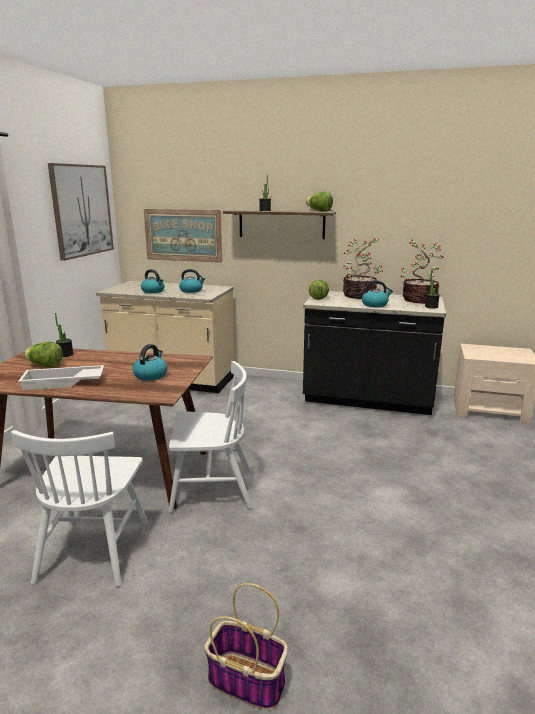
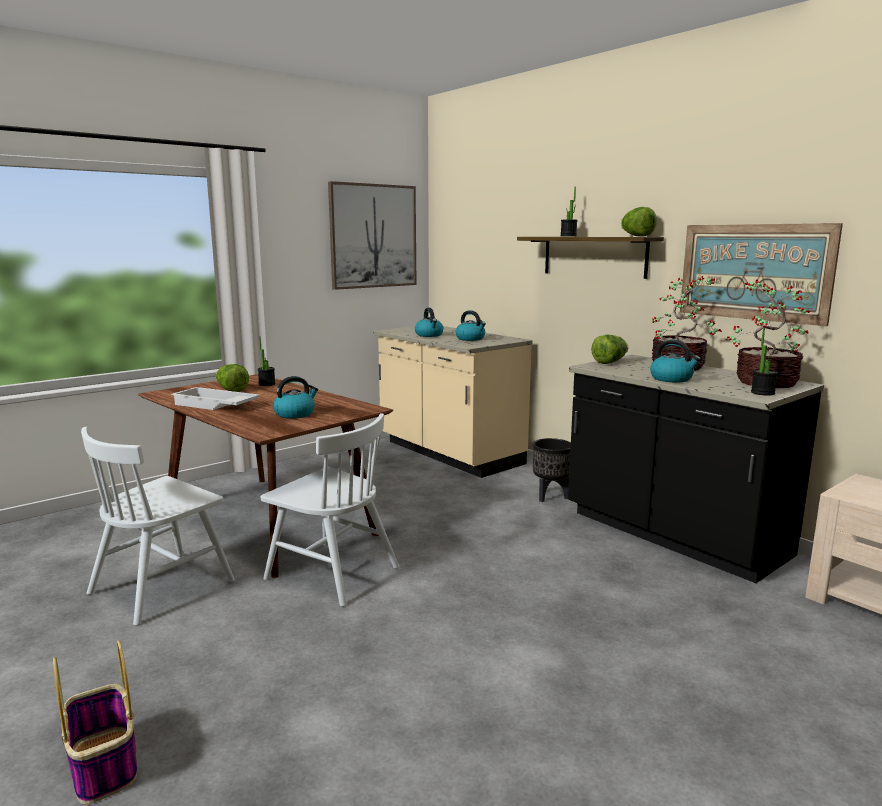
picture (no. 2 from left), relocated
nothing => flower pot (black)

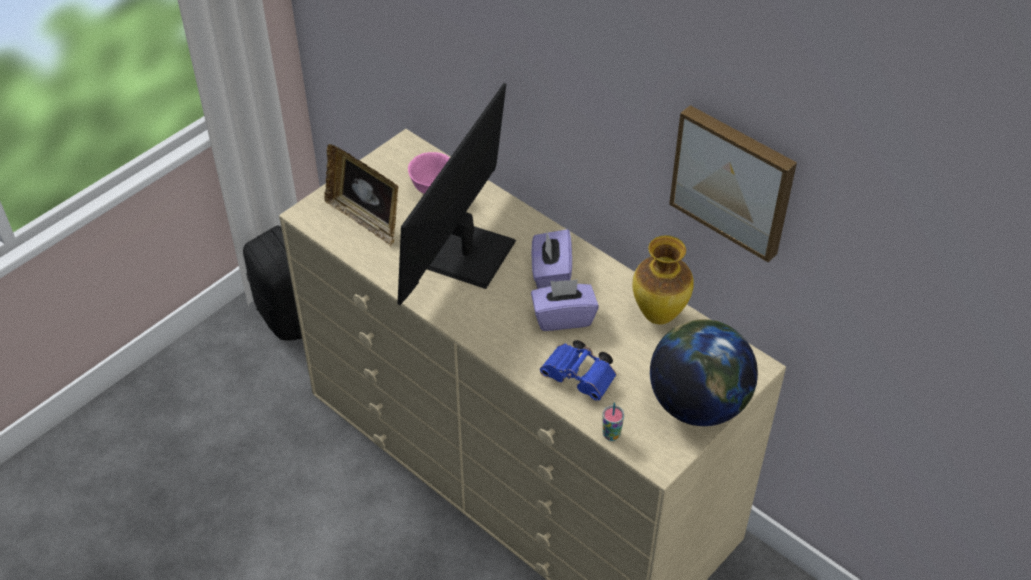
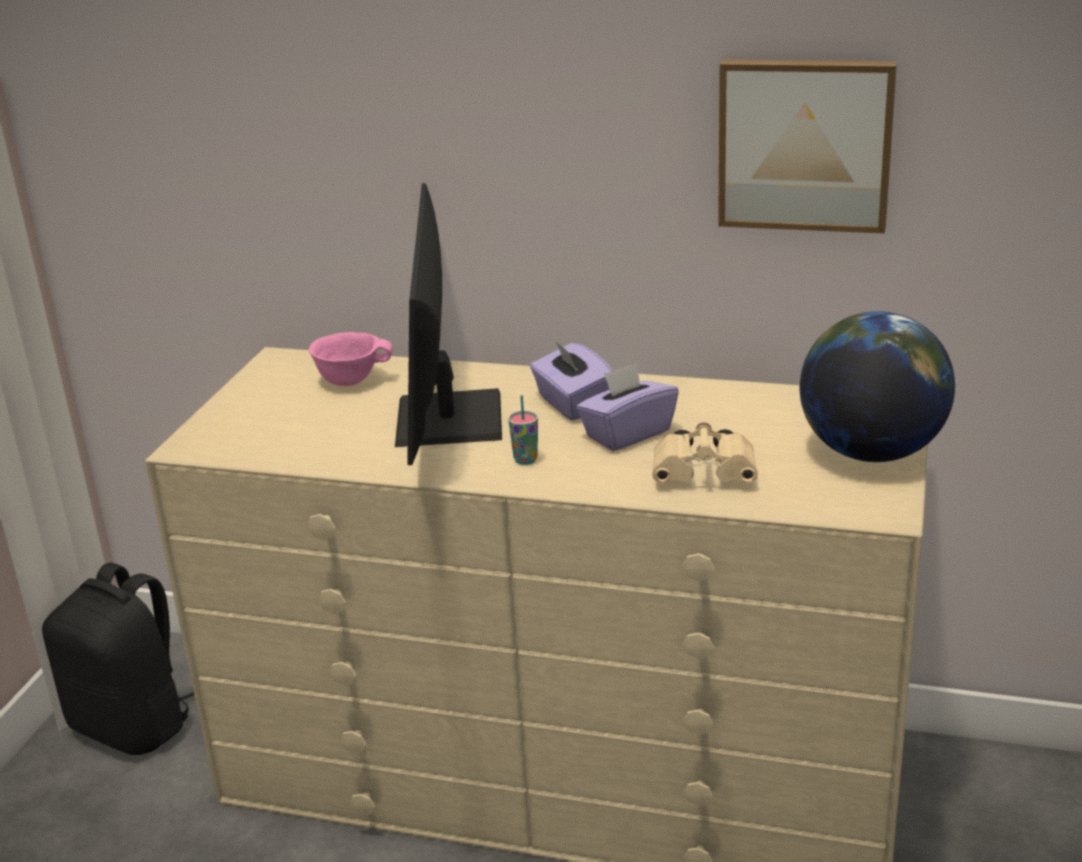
picture frame => nothing
binoculars (bluish) => binoculars (sand-coloured)
cup, relocated
vase => nothing

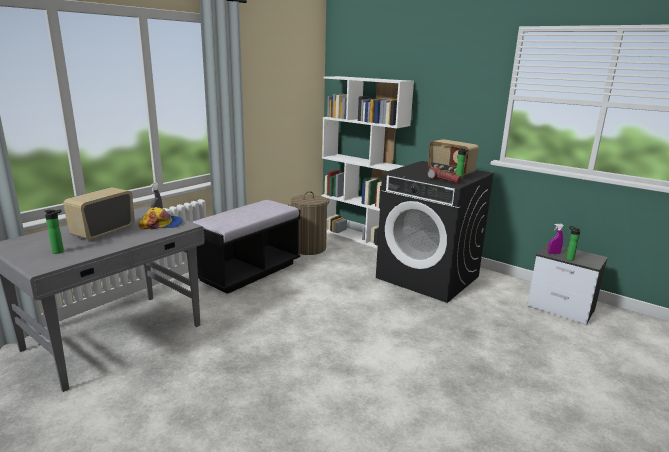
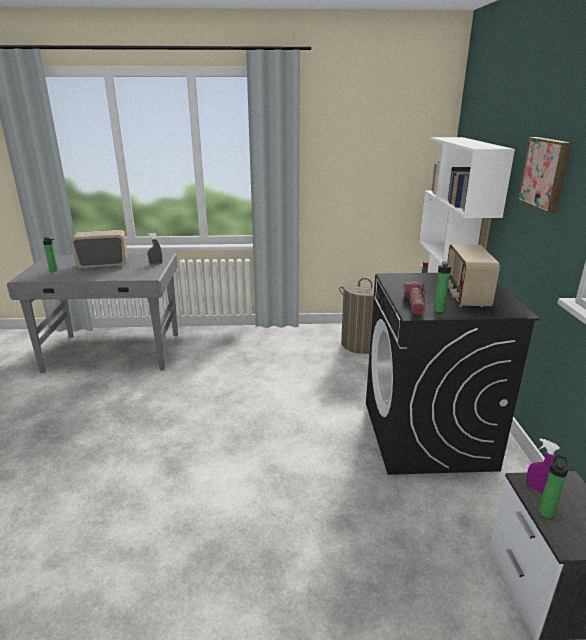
baseball cap => nothing
bench (black) => nothing
nothing => picture

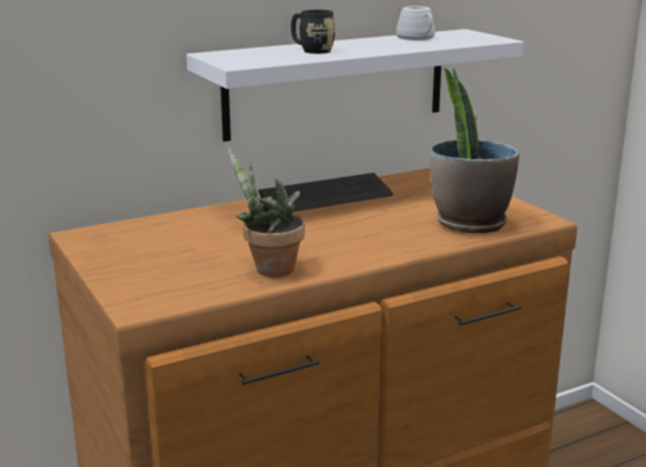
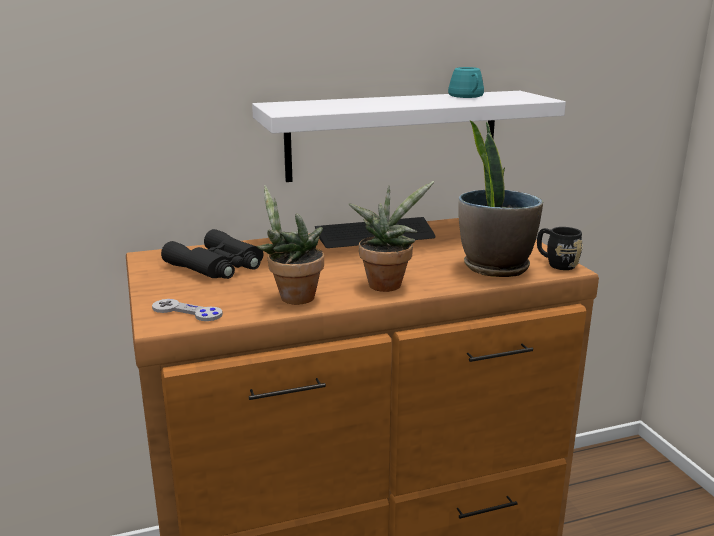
tea mug (black), relocated
tea mug (whitish) => tea mug (blue-green)
nothing => game controller (grey)
nothing => binoculars (black)
nothing => potted plant (no. 2 from left)

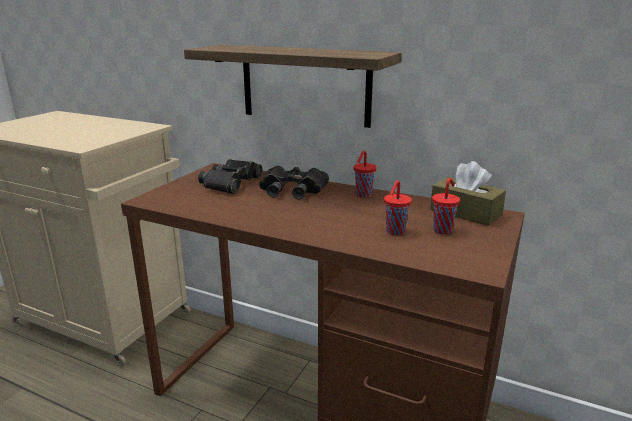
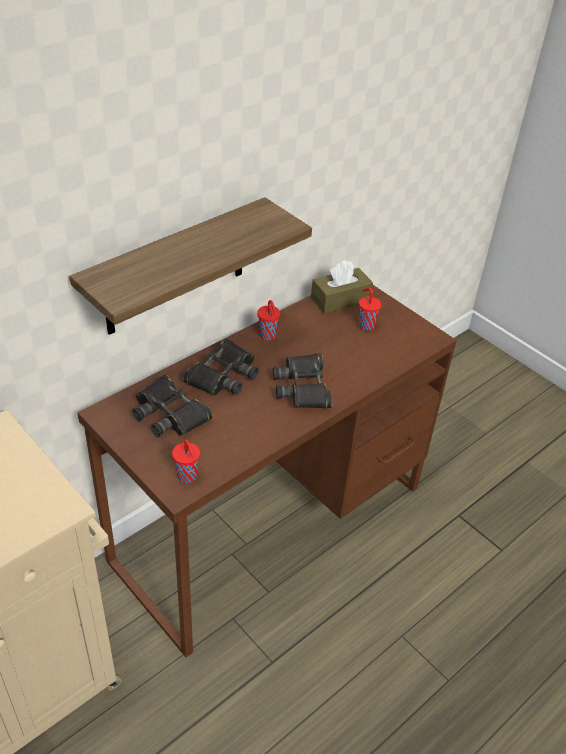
cup (red-coloured) (no. 2 from left in the first image) => cup (red-coloured) (no. 1 from left), relocated
nothing => binoculars (black) (no. 3 from left)

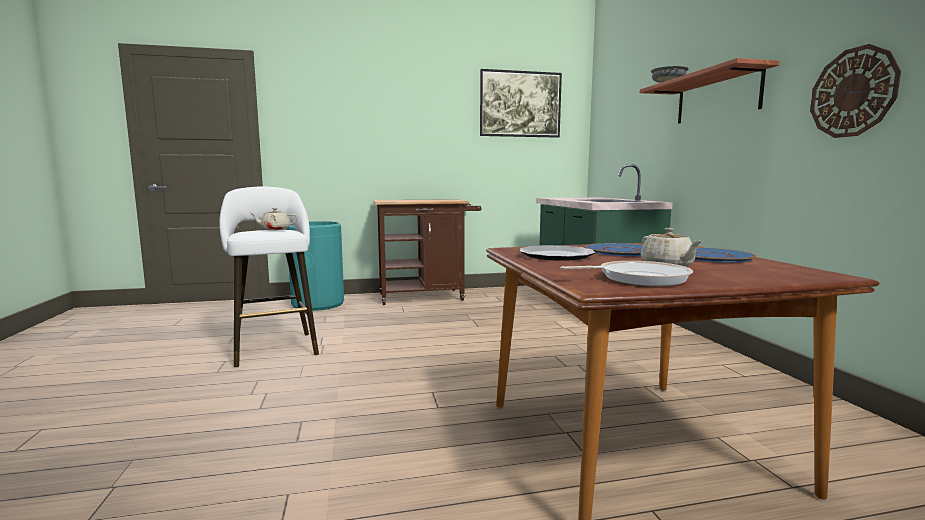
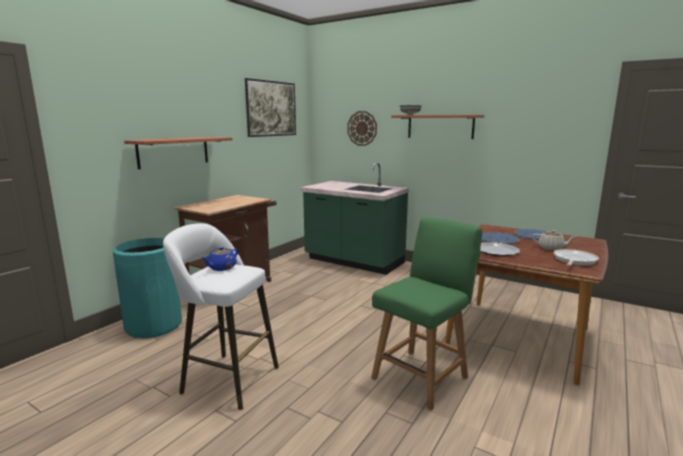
pot for tea (sand-coloured) (no. 1 from left) => pot for tea (bluish)
clock on the wall, relocated
nothing => shelf (no. 1 from left)
nothing => plain chair (greenish)

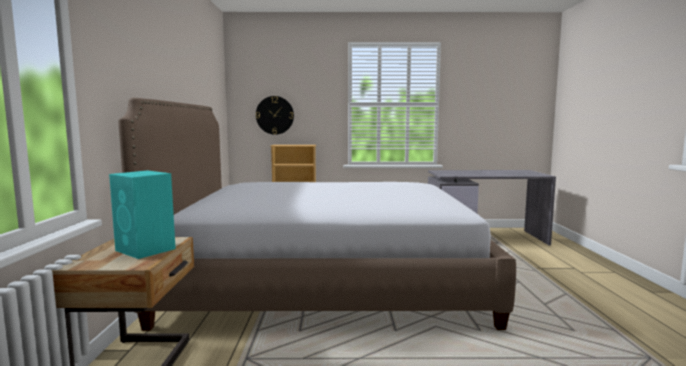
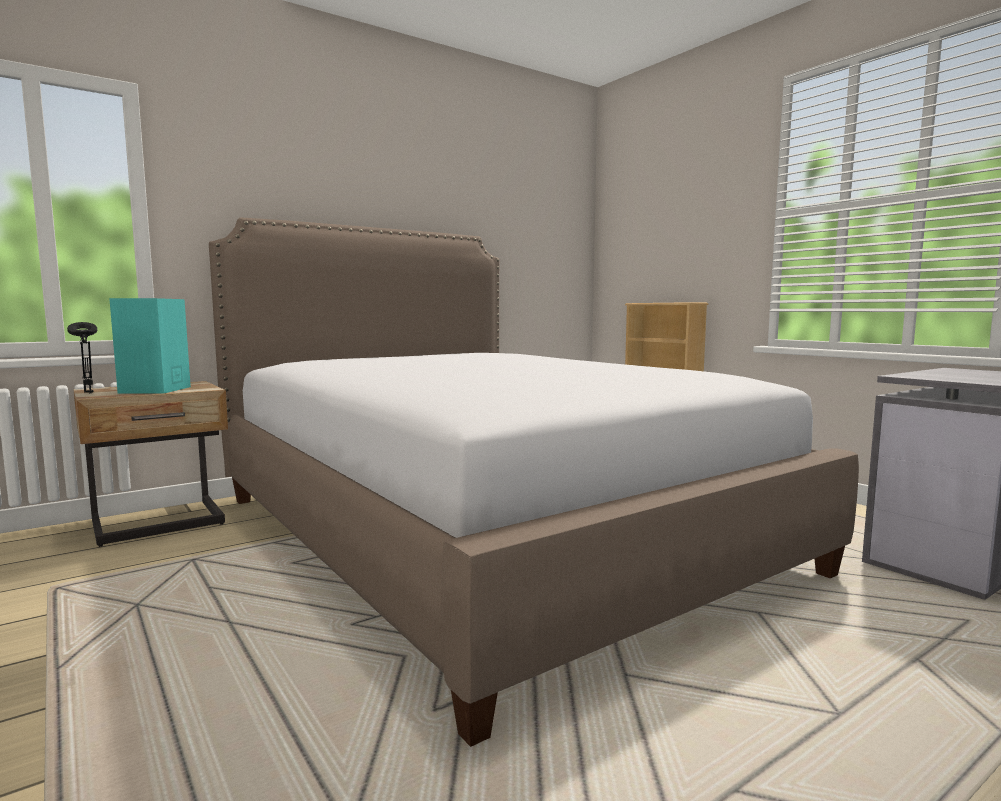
clock on the wall => nothing
nothing => lamp for a table (black)

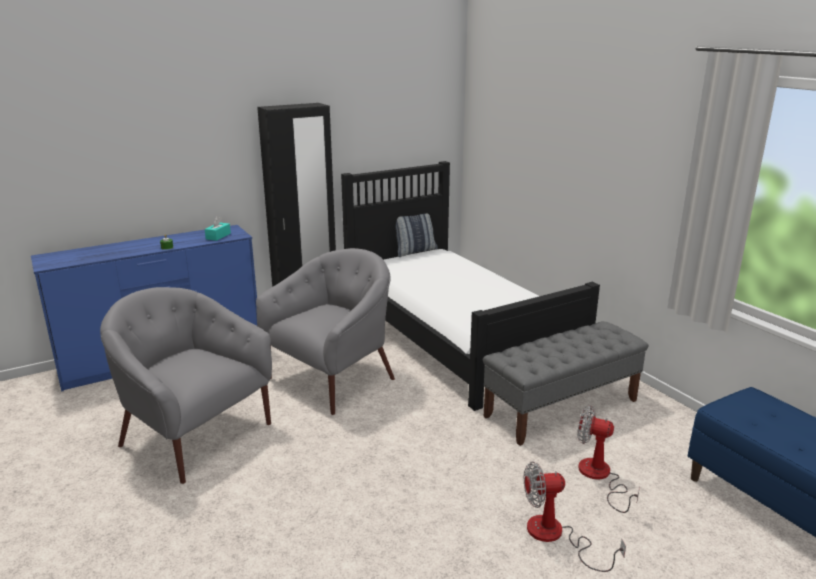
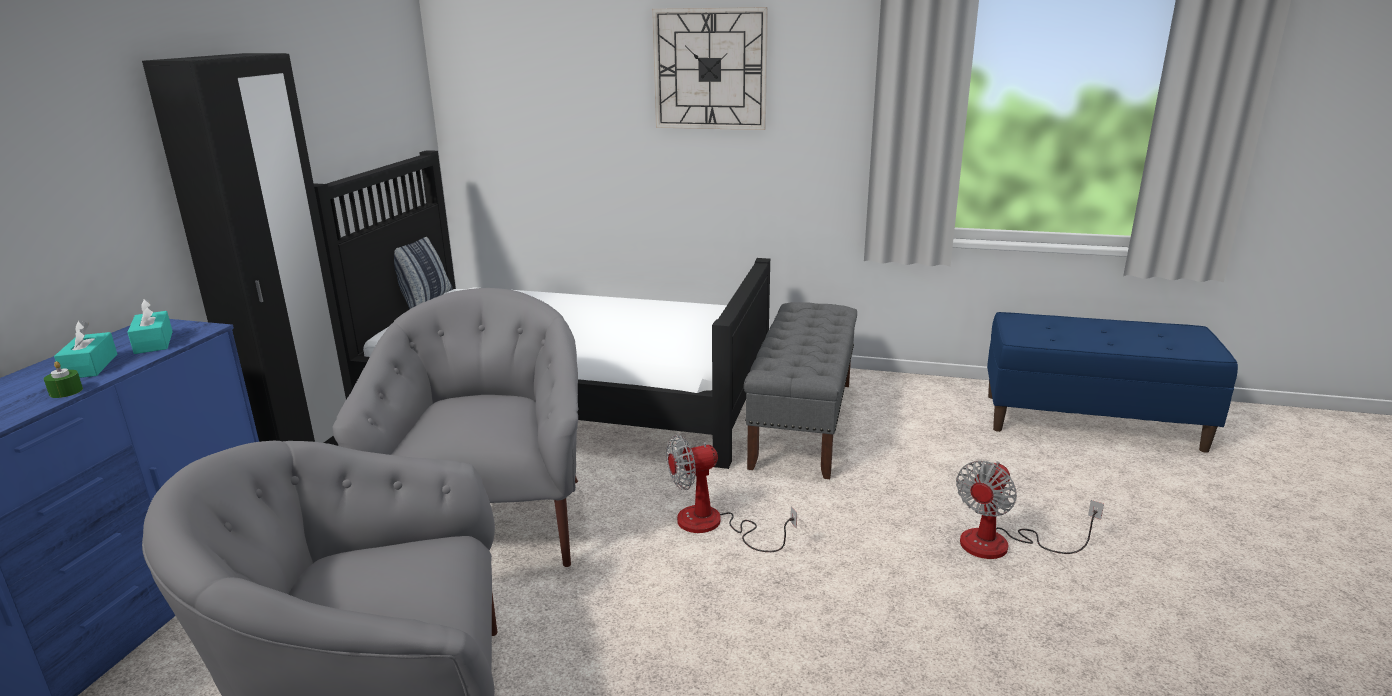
fan (no. 2 from left in the first image) => fan (no. 1 from left), relocated
nothing => tissue box (blue-green) (no. 1 from left)
nothing => clock on the wall

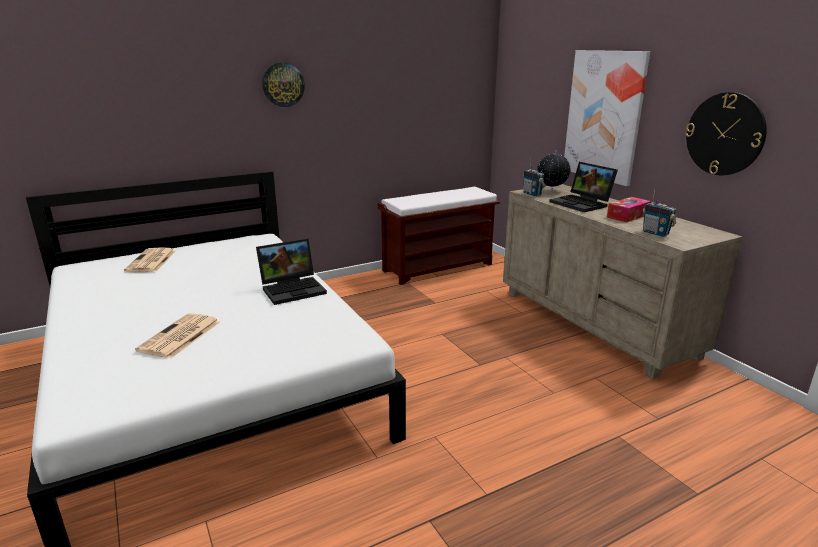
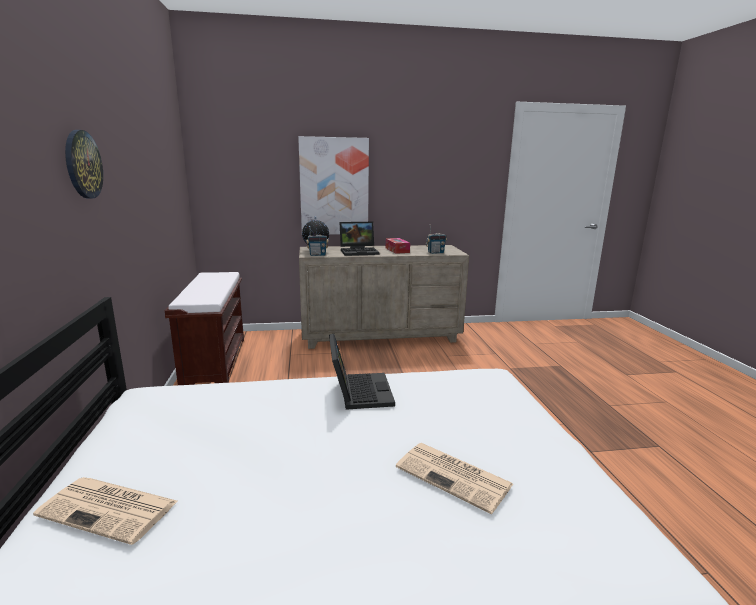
clock on the wall (no. 2 from left) => nothing

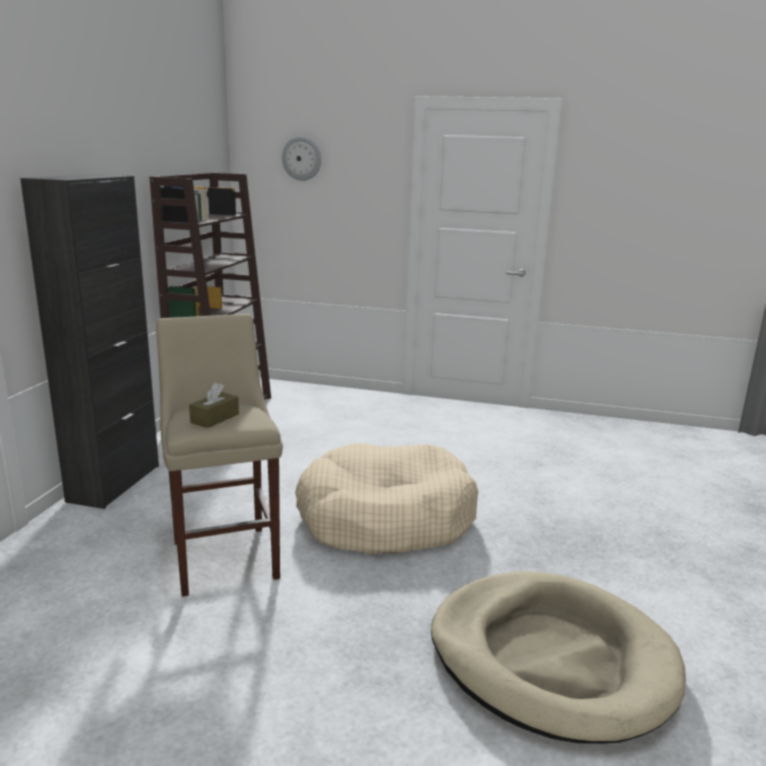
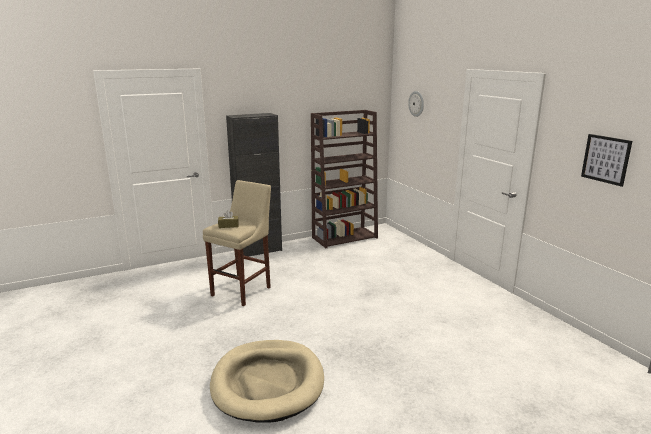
pet bed (sand-coloured) (no. 1 from left) => nothing
nothing => picture

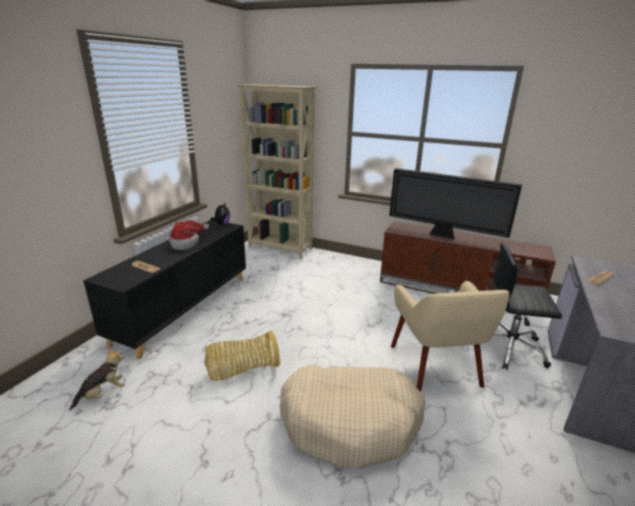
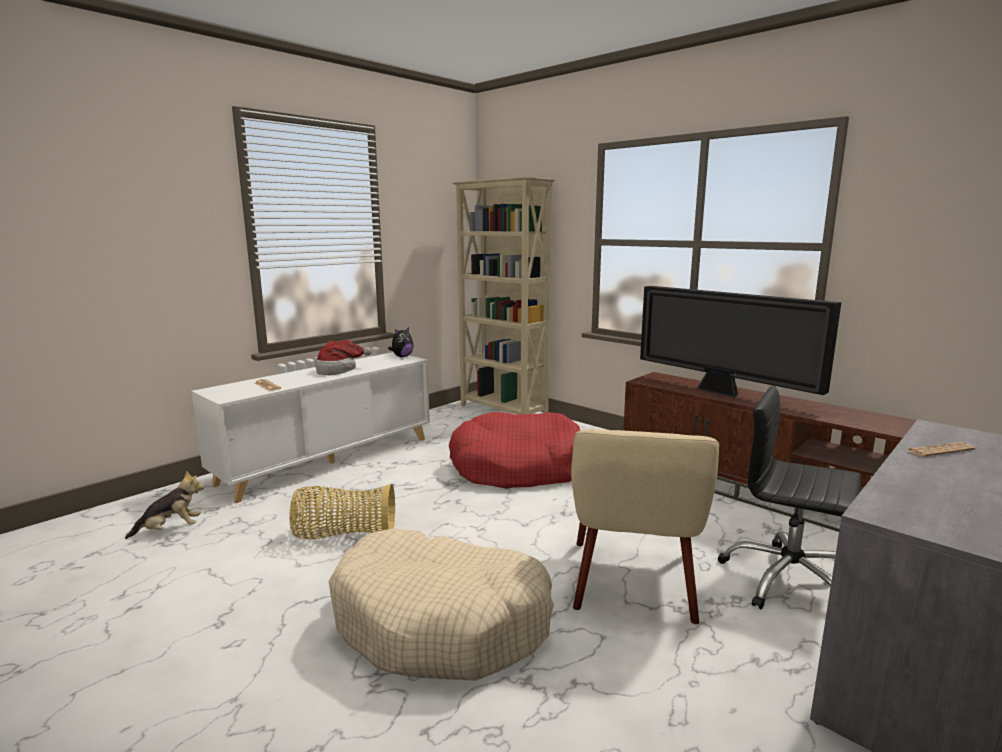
cupboard (black) => cupboard (whitish)
nothing => pet bed (red-coloured)

